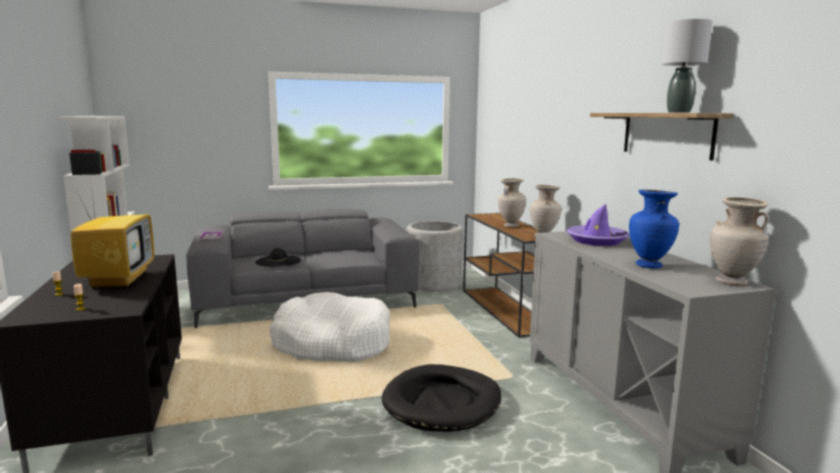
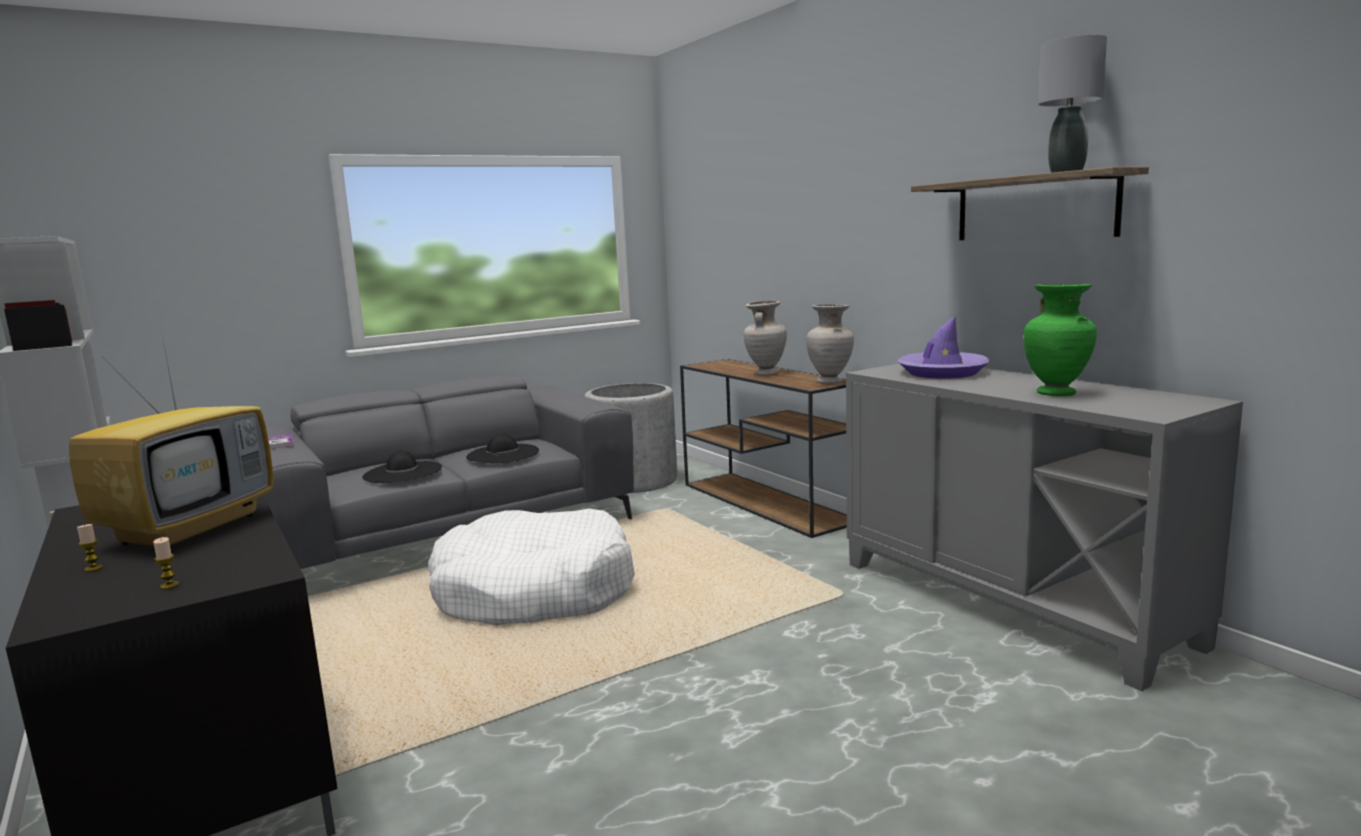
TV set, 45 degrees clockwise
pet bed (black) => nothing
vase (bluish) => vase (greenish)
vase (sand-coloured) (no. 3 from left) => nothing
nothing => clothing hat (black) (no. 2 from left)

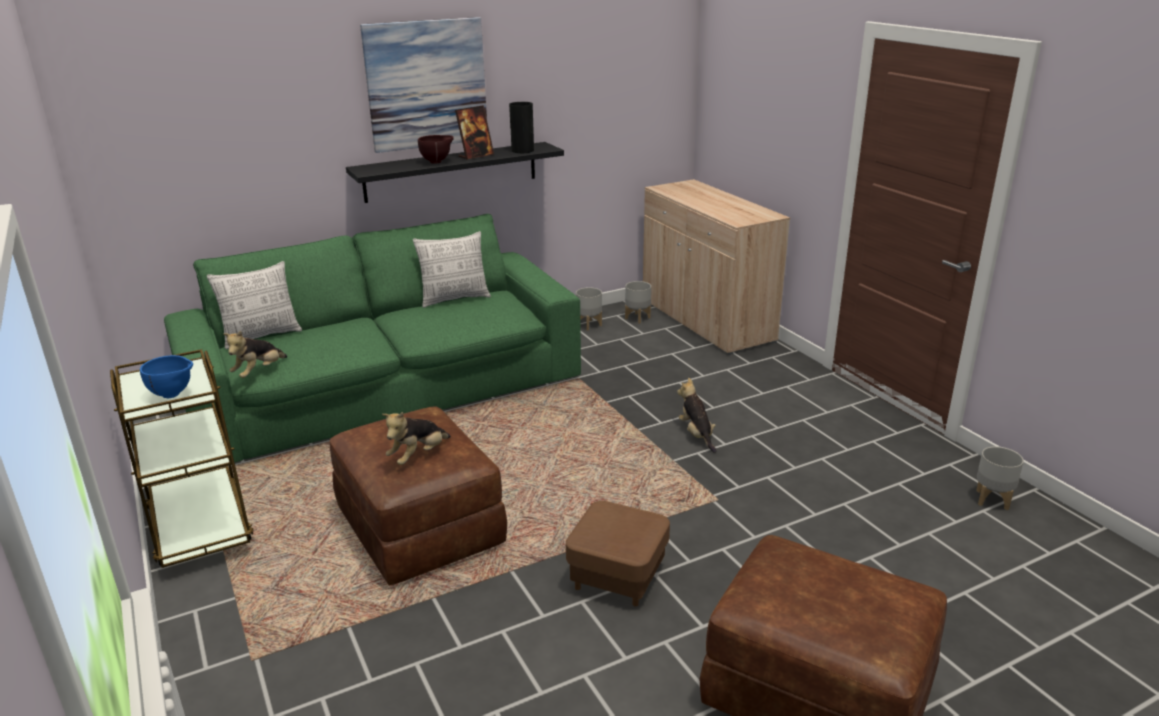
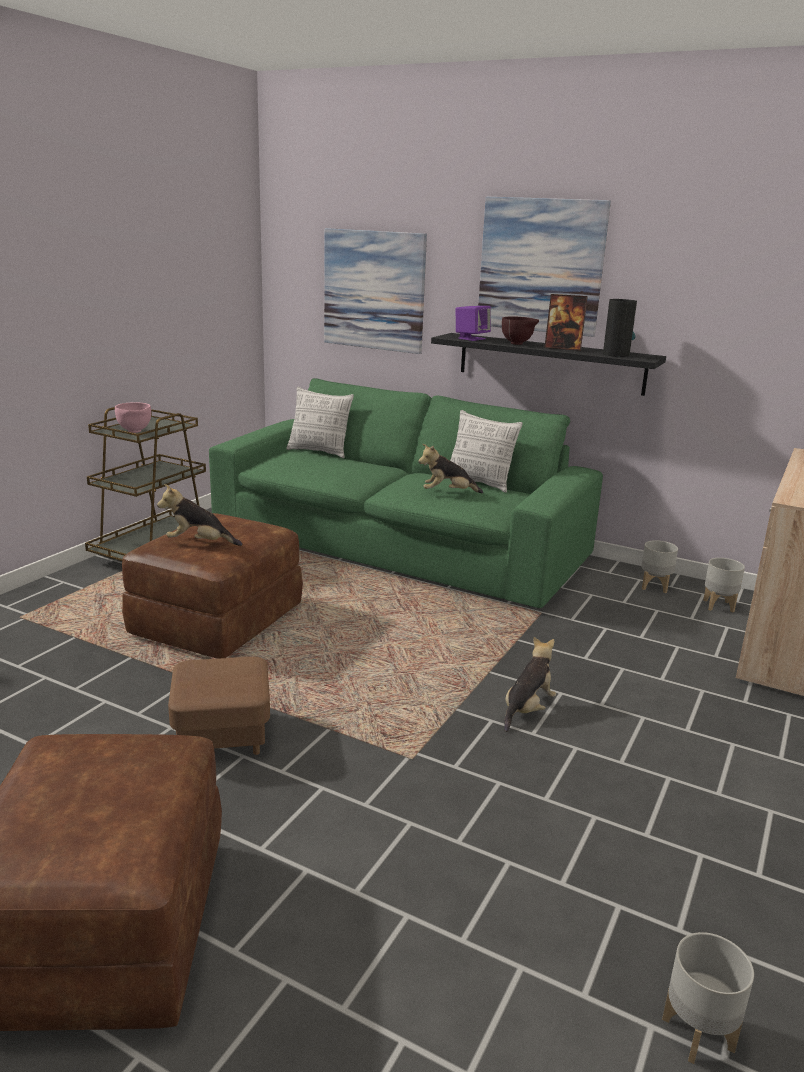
deep dish (bluish) => deep dish (pink-coloured)
soft toy (no. 1 from left in the first image) => soft toy (no. 2 from left), relocated
nothing => picture (no. 1 from left)
nothing => speaker (purple-coloured)

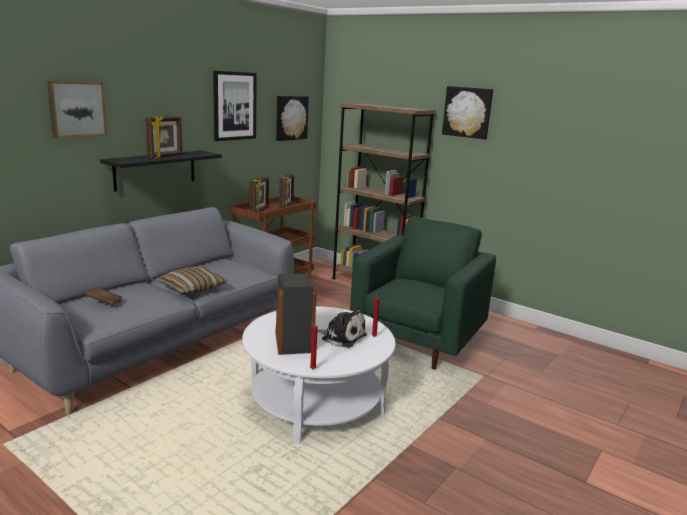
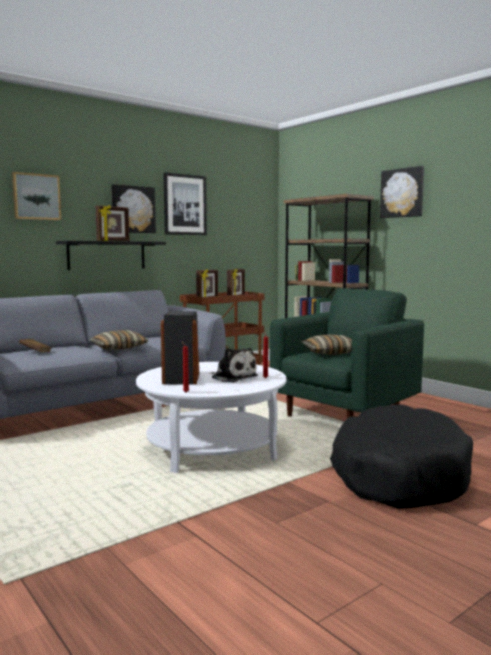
picture (no. 3 from left in the first image) => picture (no. 2 from left), relocated
nothing => throw pillow (no. 2 from left)
nothing => pet bed (black)

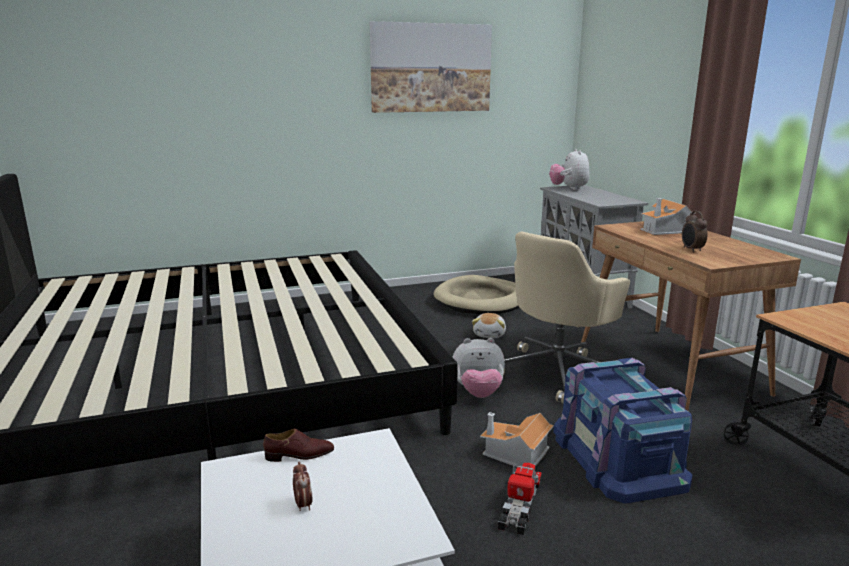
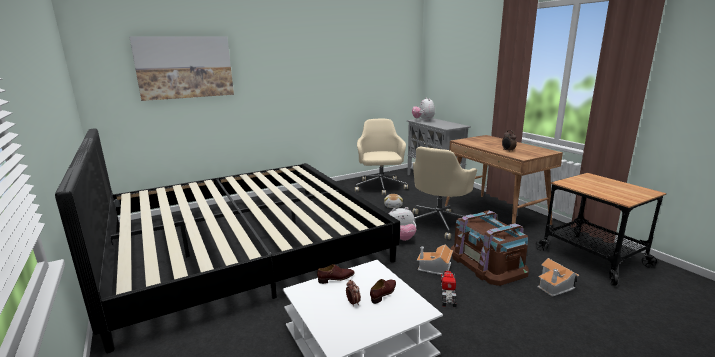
picture, relocated
pet bed (sand-coloured) => office chair (sand-coloured) (no. 1 from left)
storage container (bluish) => storage container (brown-coloured)
miniature house (no. 2 from left), relocated
nothing => low shoe (brown-coloured) (no. 2 from left)

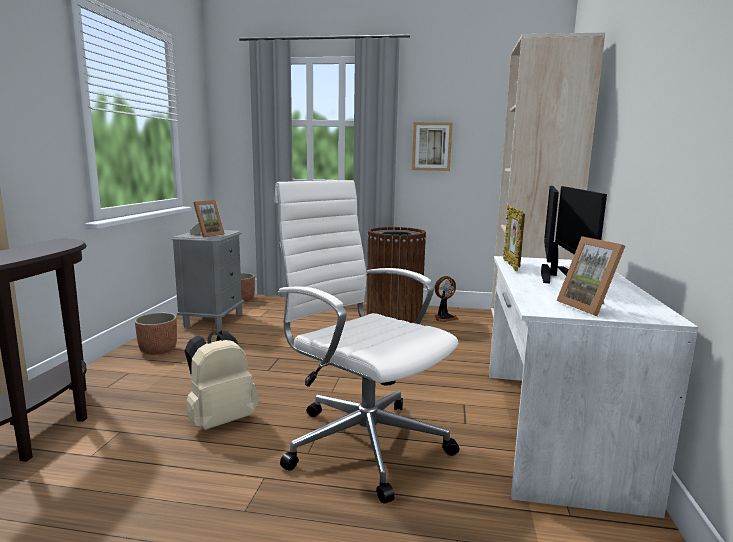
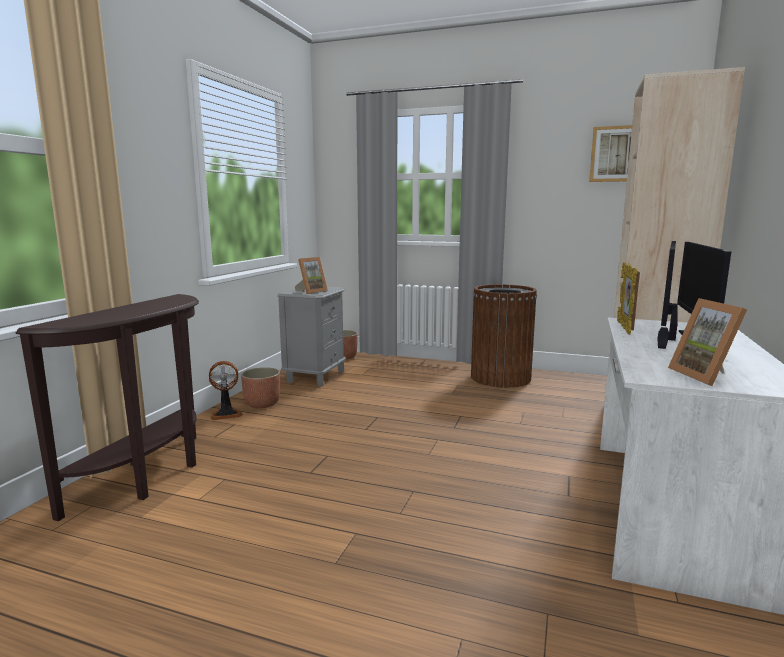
backpack (sand-coloured) => nothing
office chair (whitish) => nothing
picture, relocated
fan, relocated

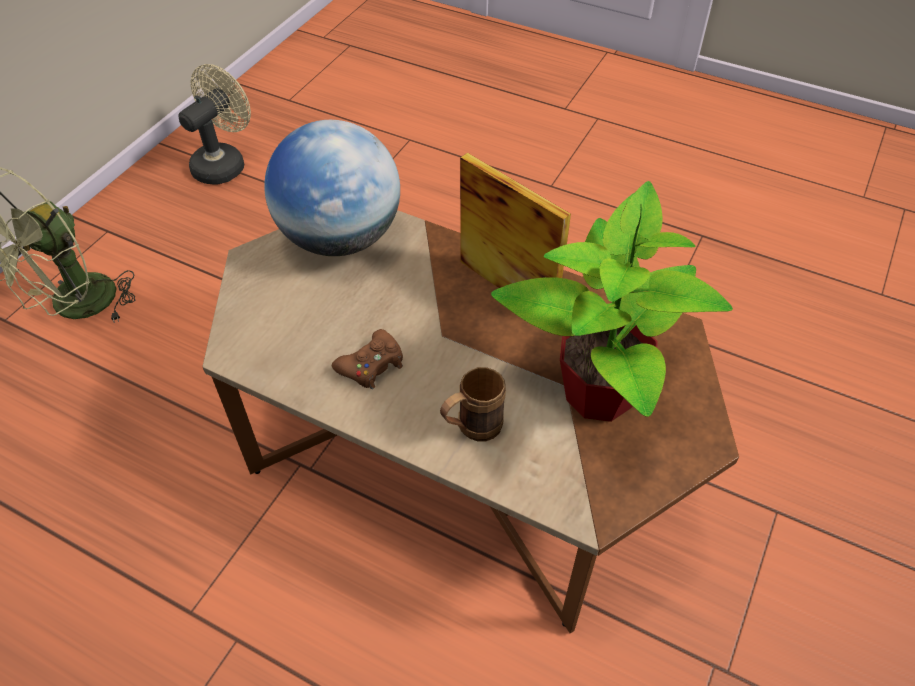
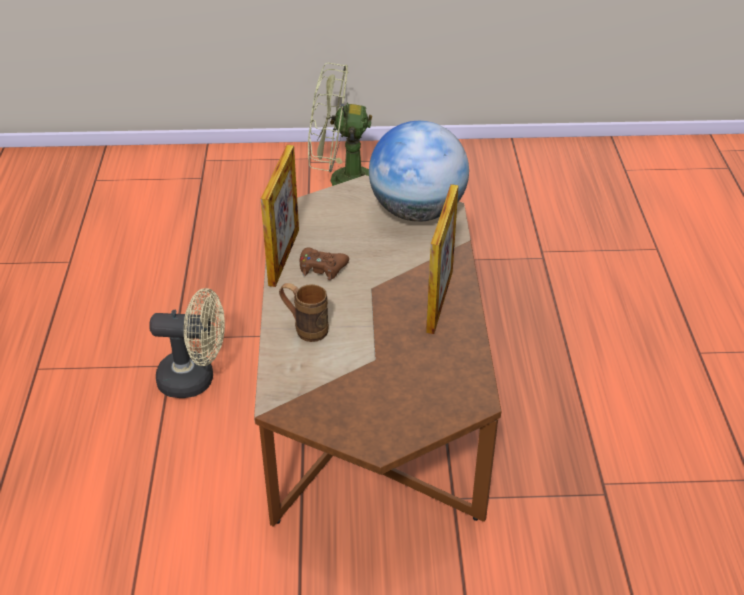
fan (sand-coloured), relocated
potted plant => nothing
nothing => picture frame (no. 1 from left)

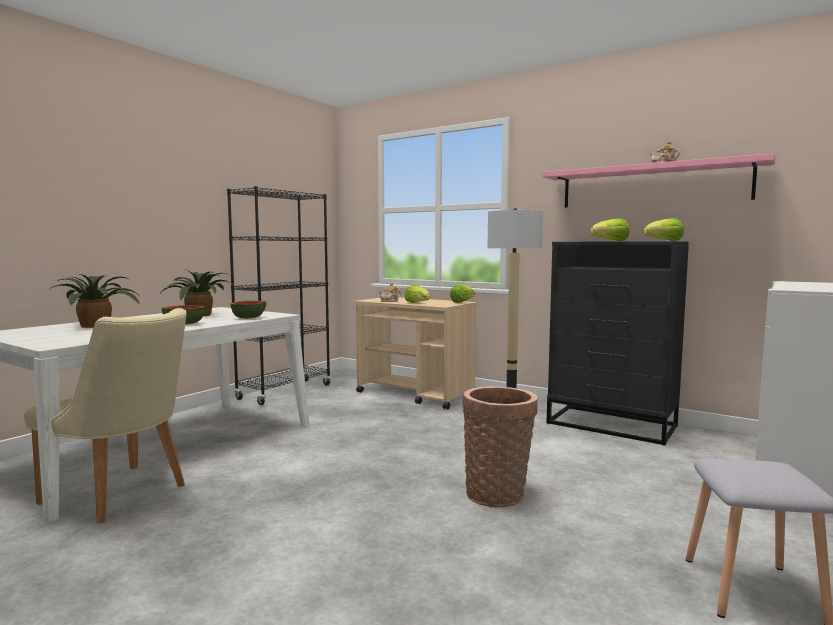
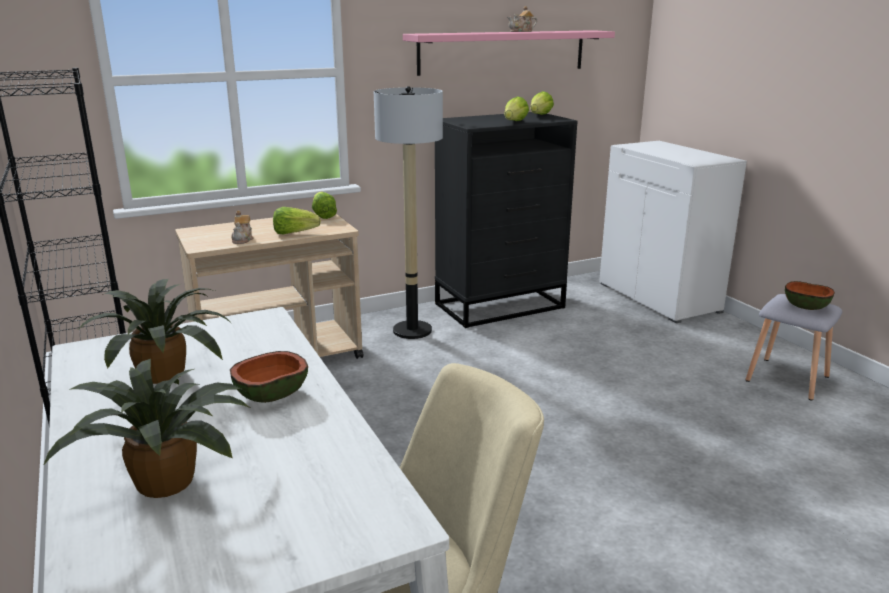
deep dish (no. 2 from left), relocated
household basket => nothing

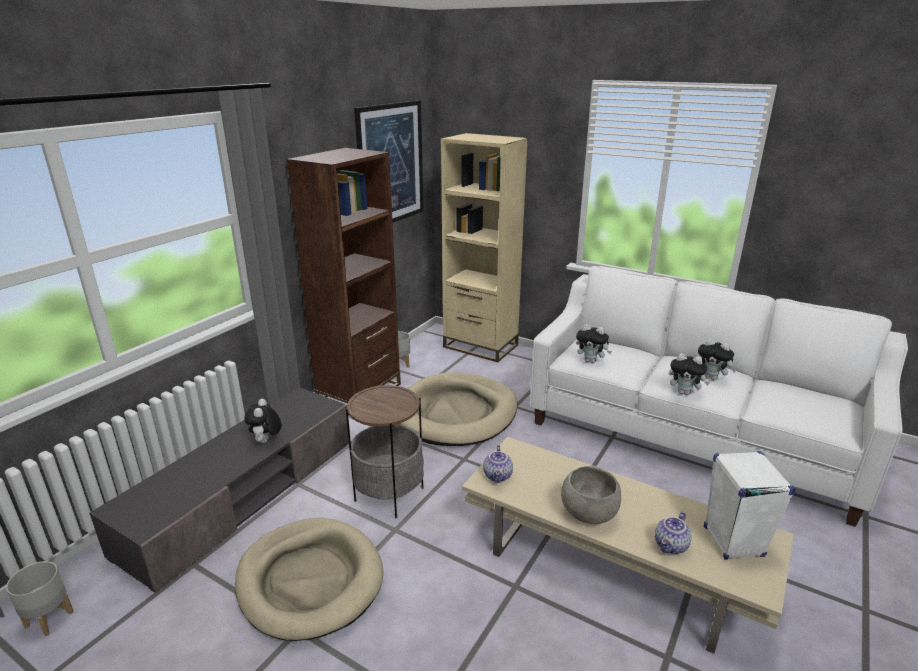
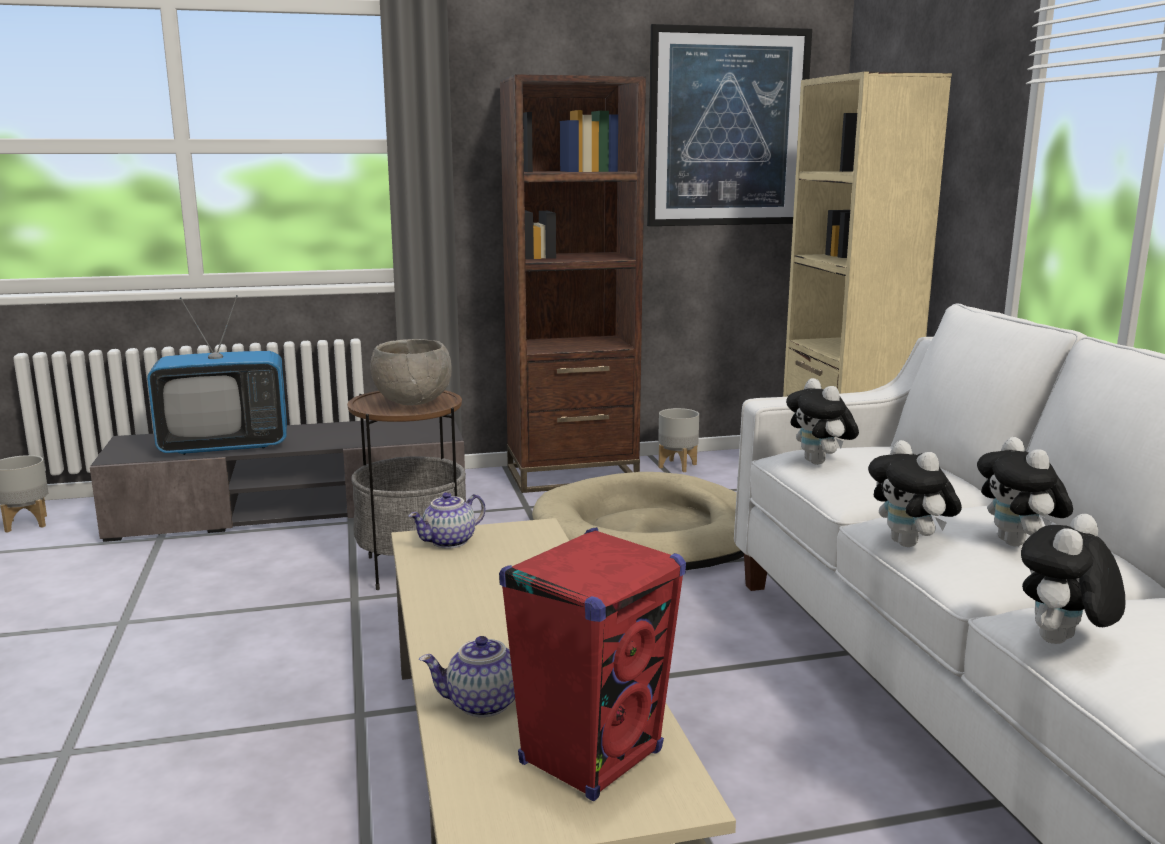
pet bed (sand-coloured) (no. 1 from left) => nothing
soft toy (no. 1 from left in the first image) => soft toy (no. 4 from left), relocated
deep dish (grey), relocated
speaker (whitish) => speaker (red-coloured)
nothing => TV set

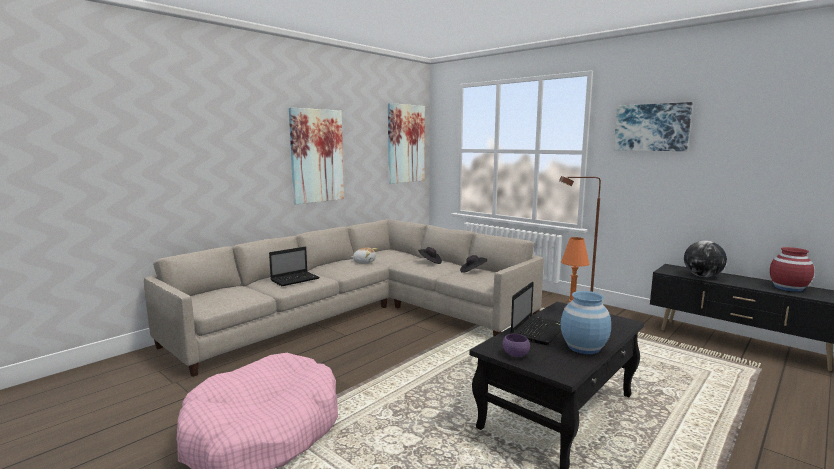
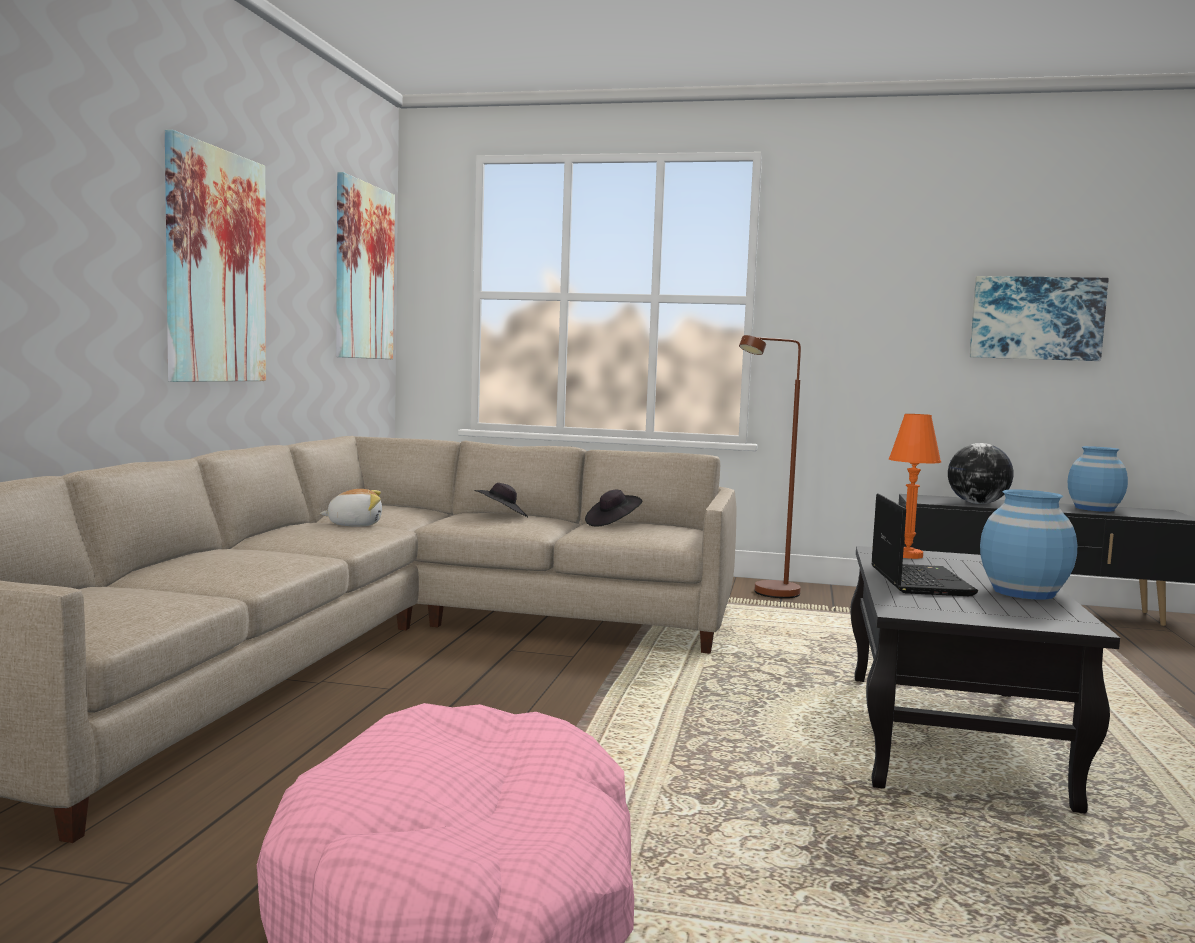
portable computer (no. 1 from left) => nothing
deep dish (purple-coloured) => nothing
picture (no. 3 from left), relocated
vase (red-coloured) => vase (bluish) (no. 2 from left)

